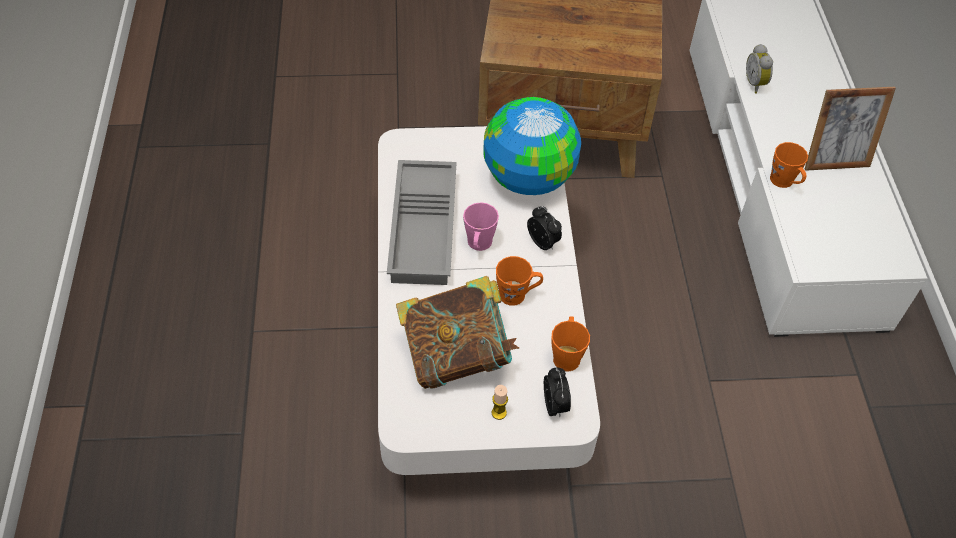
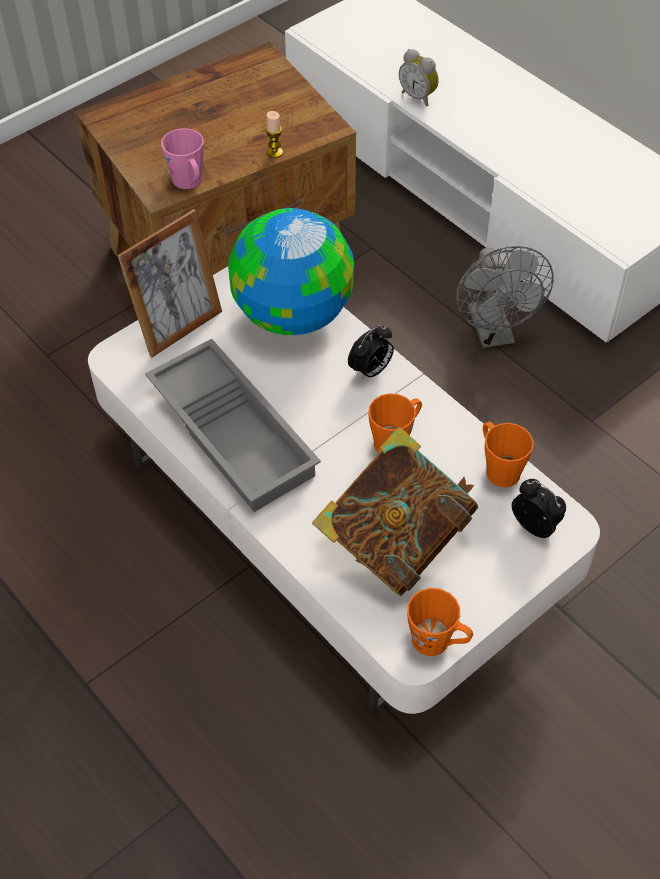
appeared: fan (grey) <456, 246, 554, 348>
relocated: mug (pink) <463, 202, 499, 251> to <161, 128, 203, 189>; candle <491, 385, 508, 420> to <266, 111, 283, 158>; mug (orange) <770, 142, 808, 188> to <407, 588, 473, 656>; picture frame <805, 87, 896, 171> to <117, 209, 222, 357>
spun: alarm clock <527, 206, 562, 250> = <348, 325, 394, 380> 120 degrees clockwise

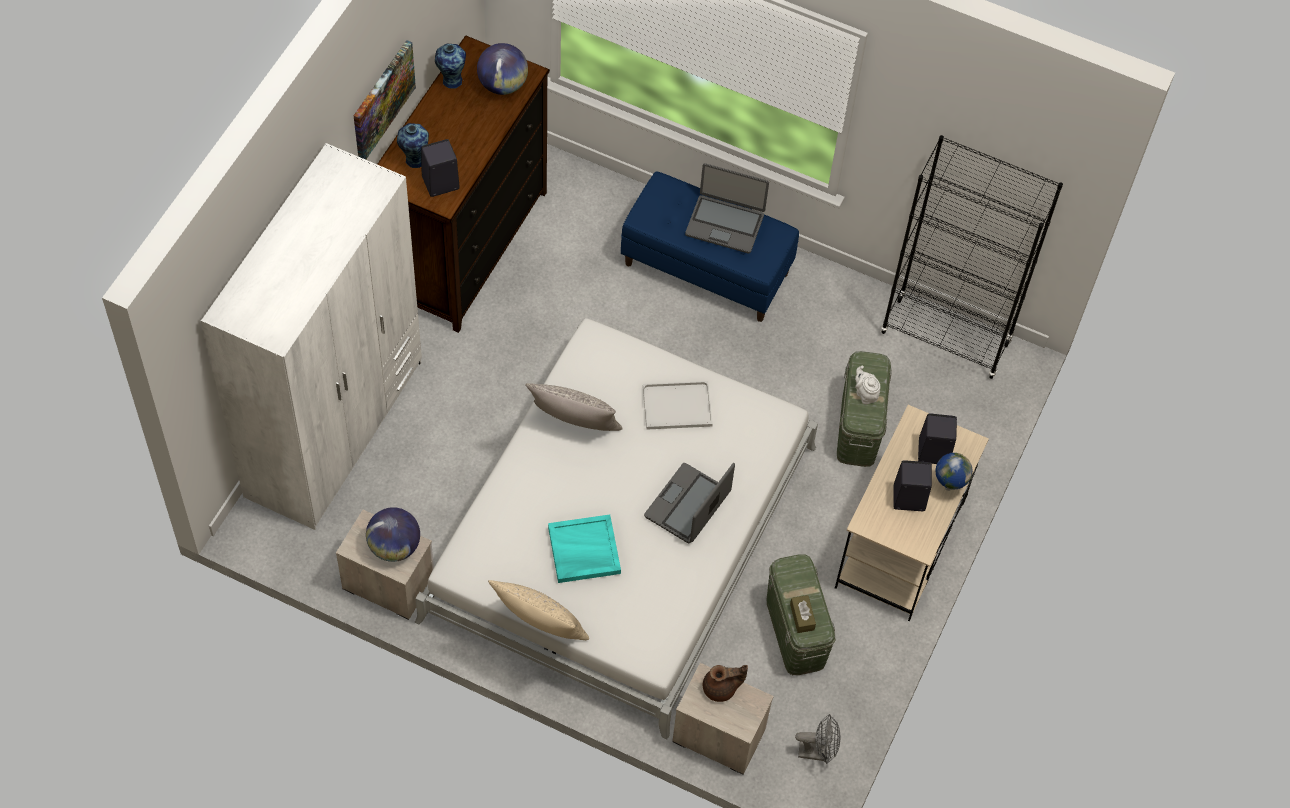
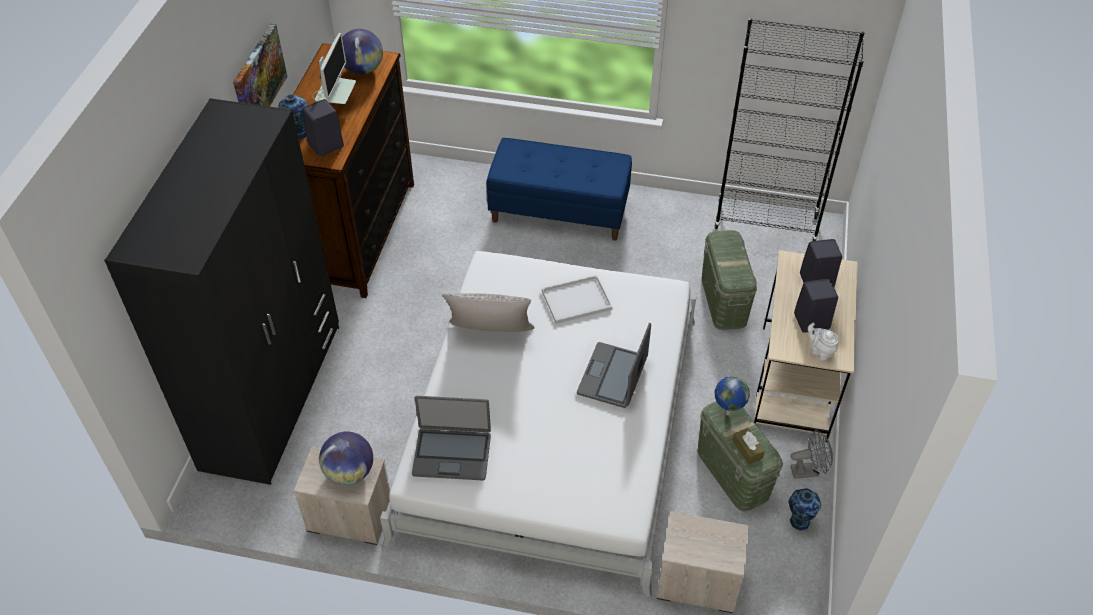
missing: pillow (beige) <488, 580, 589, 640>; tray (turquoise) <548, 514, 621, 583>; teapot (brown) <703, 665, 748, 702>
appeared: monitor <312, 33, 356, 104>
relocated: vase <435, 44, 466, 89> to <788, 488, 821, 530>; laptop <685, 163, 769, 254> to <412, 396, 491, 480>; fan (grey) <795, 714, 841, 764> to <790, 430, 833, 479>; teapot (white) <855, 366, 881, 404> to <808, 322, 839, 361>; globe <935, 453, 973, 491> to <715, 376, 750, 415>
colour: wardrobe (white) <201, 143, 422, 530> to wardrobe (black) <104, 98, 339, 485>

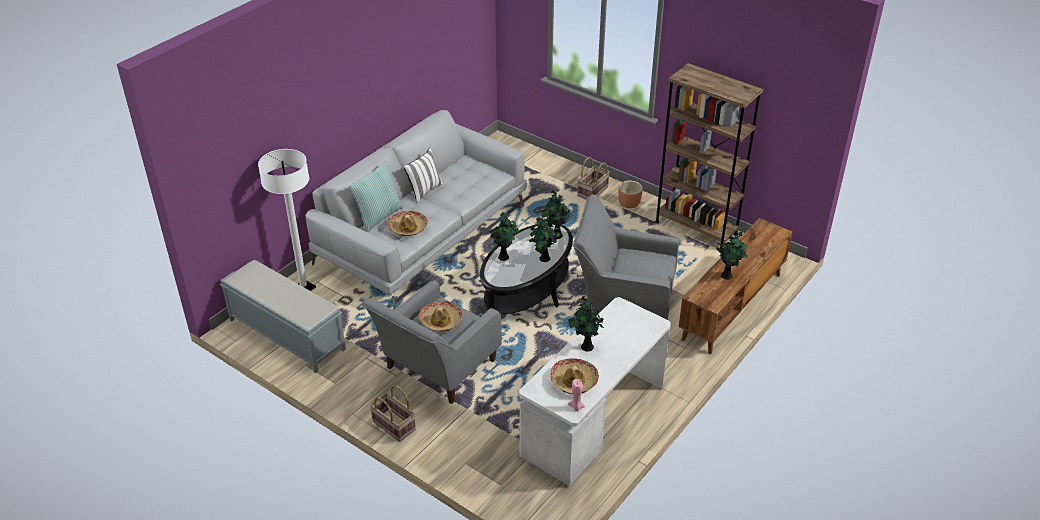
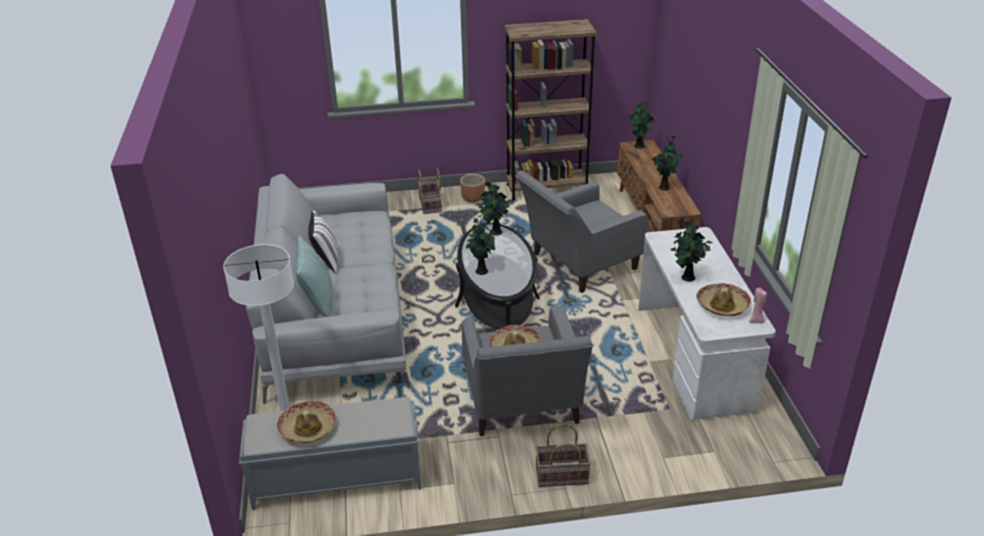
relocated: hat <387, 211, 428, 236> to <277, 401, 336, 443>; potted plant <529, 217, 561, 262> to <630, 102, 655, 149>

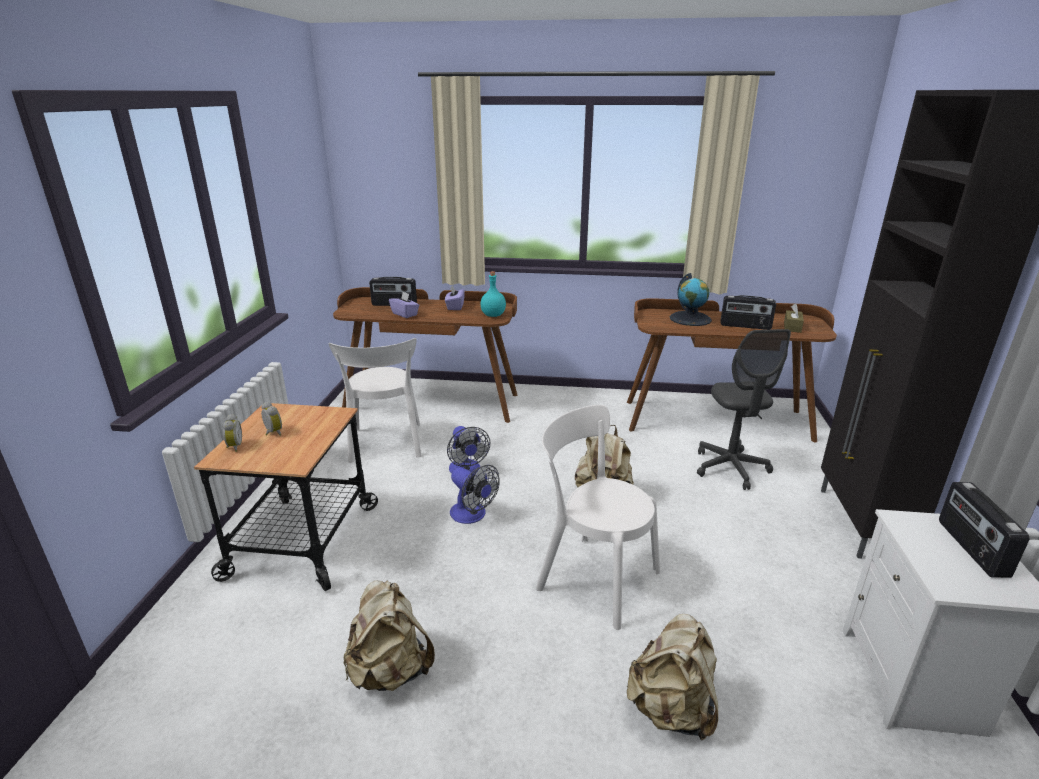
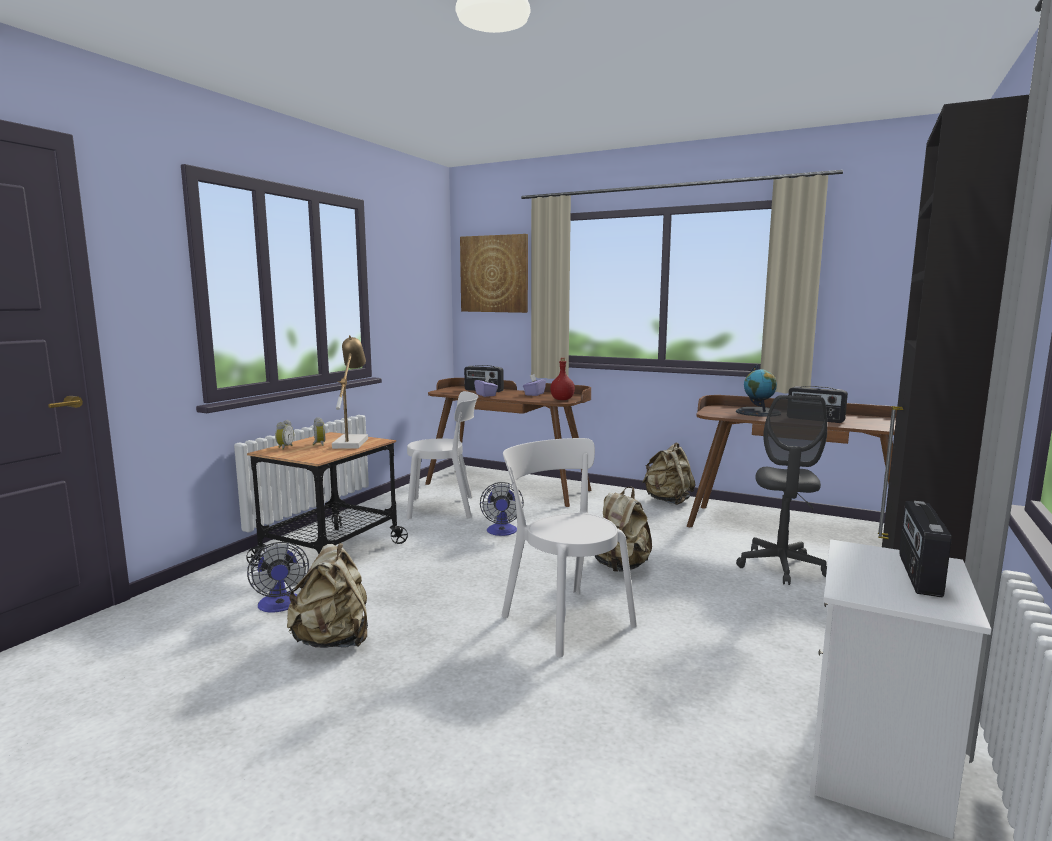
missing: tissue box (brown) <784, 303, 804, 333>
appeared: table lamp <332, 335, 368, 449>; picture <460, 234, 528, 313>
relocated: fan <450, 465, 500, 524> to <247, 542, 309, 613>; backpack (beige) <626, 614, 718, 741> to <642, 442, 696, 505>
colour: bottle (turquoise) <480, 271, 506, 317> to bottle (red) <550, 358, 575, 400>
spun: chair (white) <329, 338, 421, 463> = <406, 391, 478, 519> 105 degrees counterclockwise

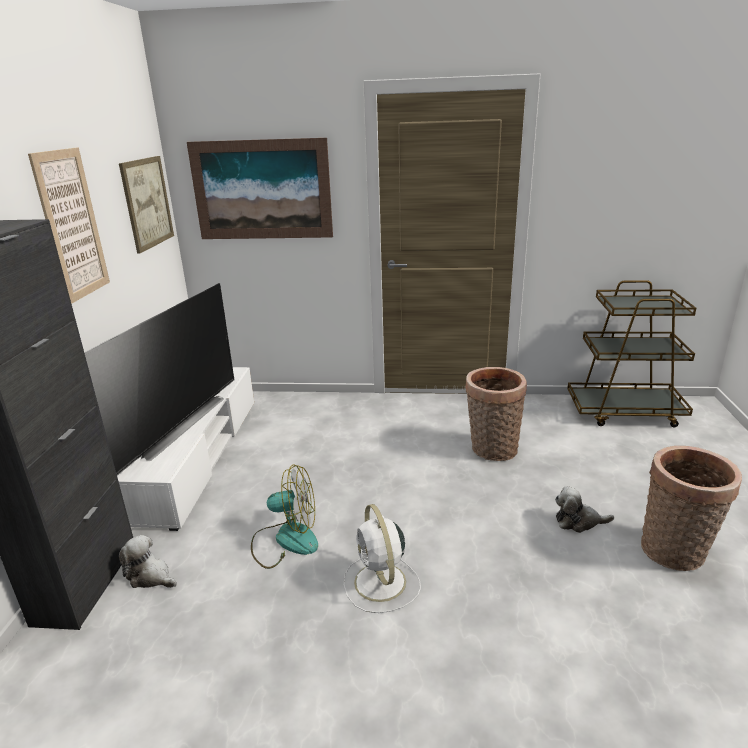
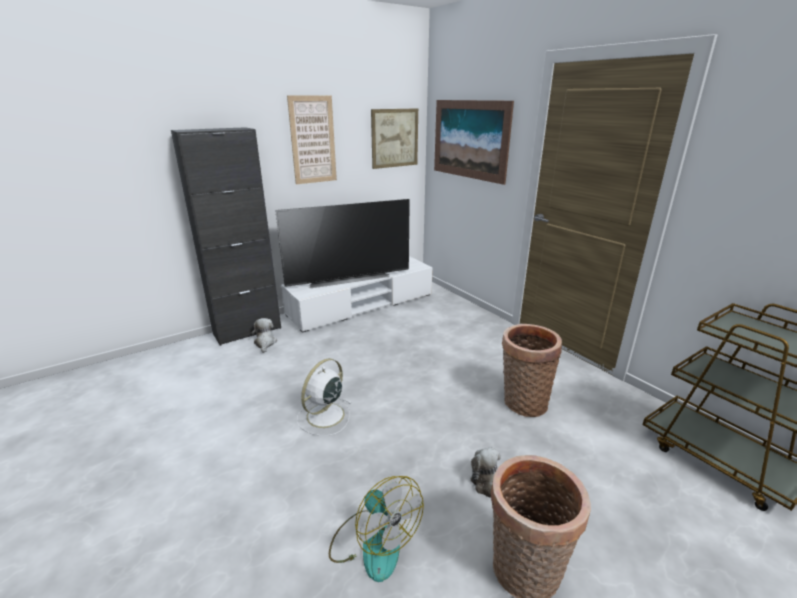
relocated: fan <251, 464, 318, 569> to <329, 476, 424, 582>

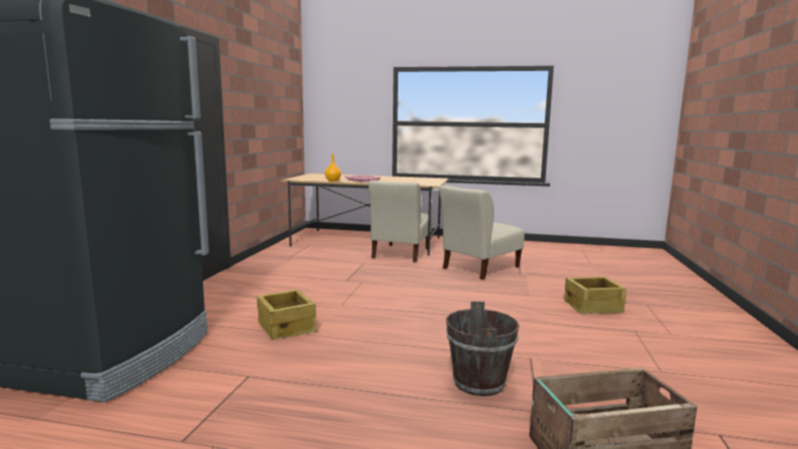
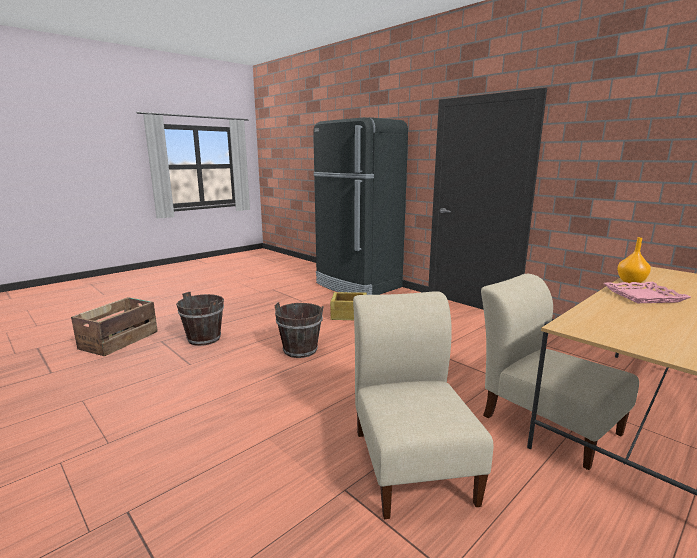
missing: crate <564, 277, 627, 314>
appeared: bucket (brown) <274, 302, 324, 358>

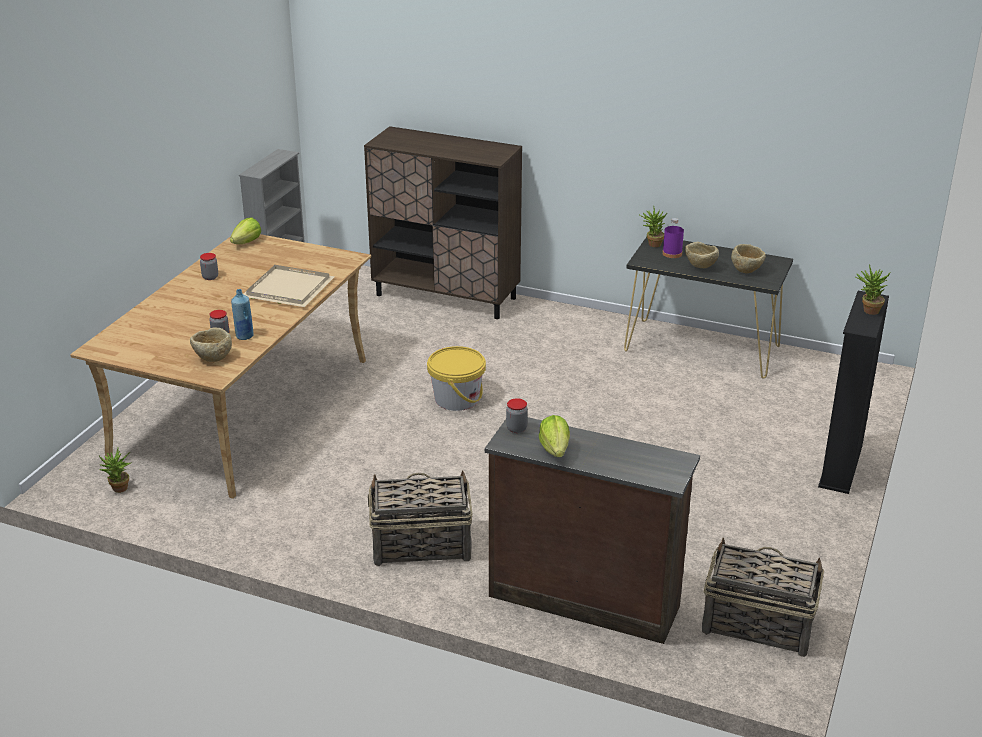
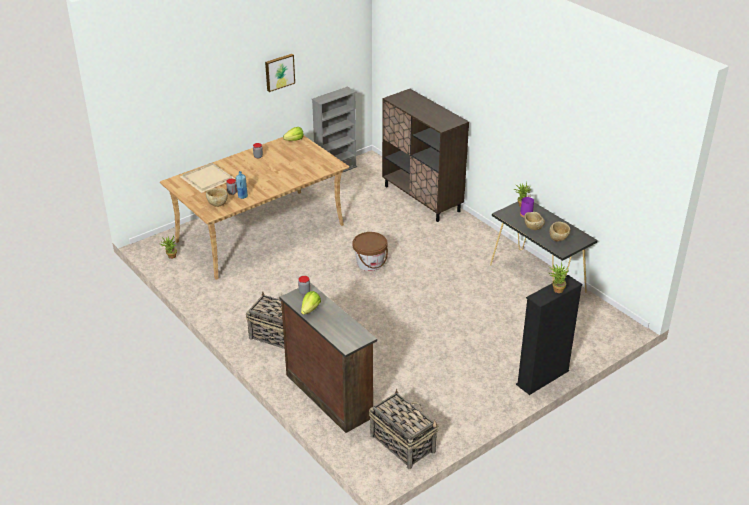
appeared: picture <265, 54, 295, 92>
relocated: tray (beige) <244, 265, 335, 307> to <180, 163, 235, 193>
colour: bucket (yellow) <427, 346, 486, 411> to bucket (brown) <353, 232, 388, 271>

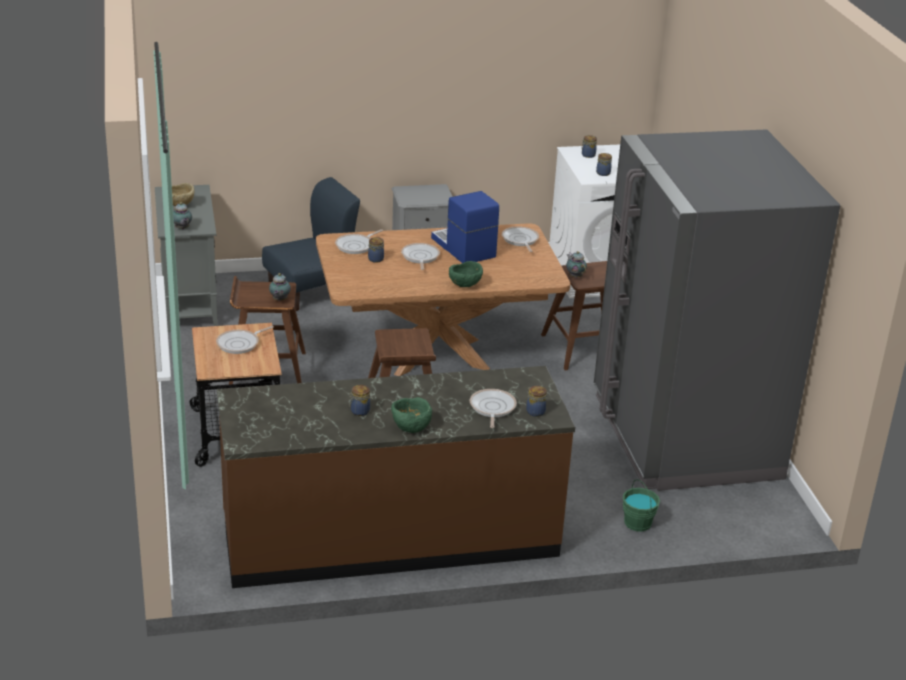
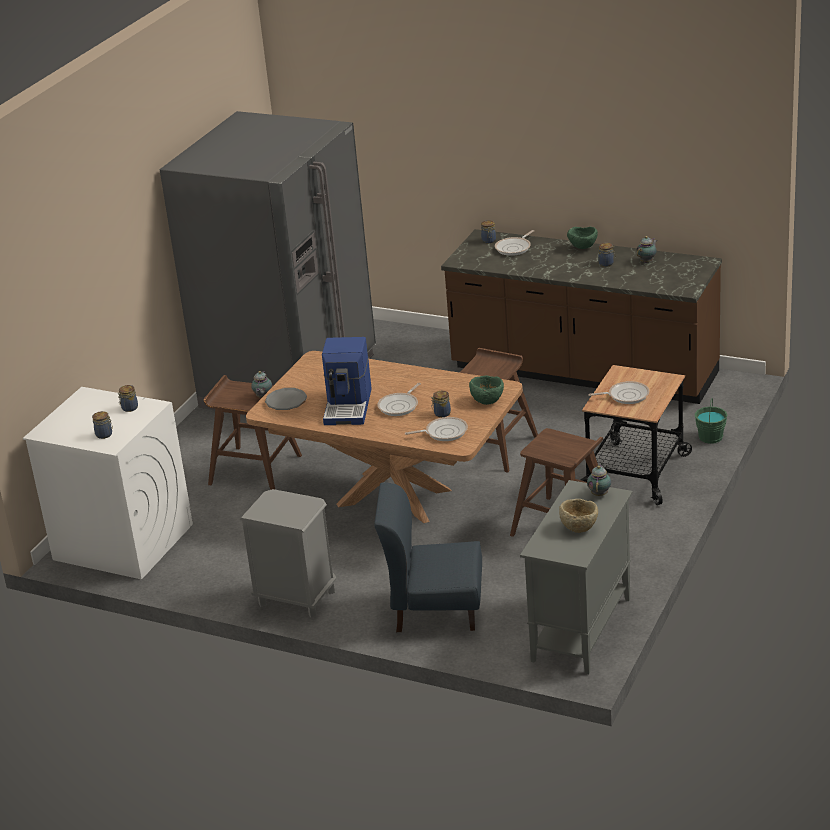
relocated: teapot <269, 273, 291, 301> to <637, 236, 657, 263>; bowl (green) <449, 261, 483, 287> to <469, 375, 504, 405>; bucket (green) <623, 479, 660, 532> to <695, 398, 727, 444>
exchanged: frying pan <502, 226, 539, 252> to plate (grey) <265, 388, 307, 410>

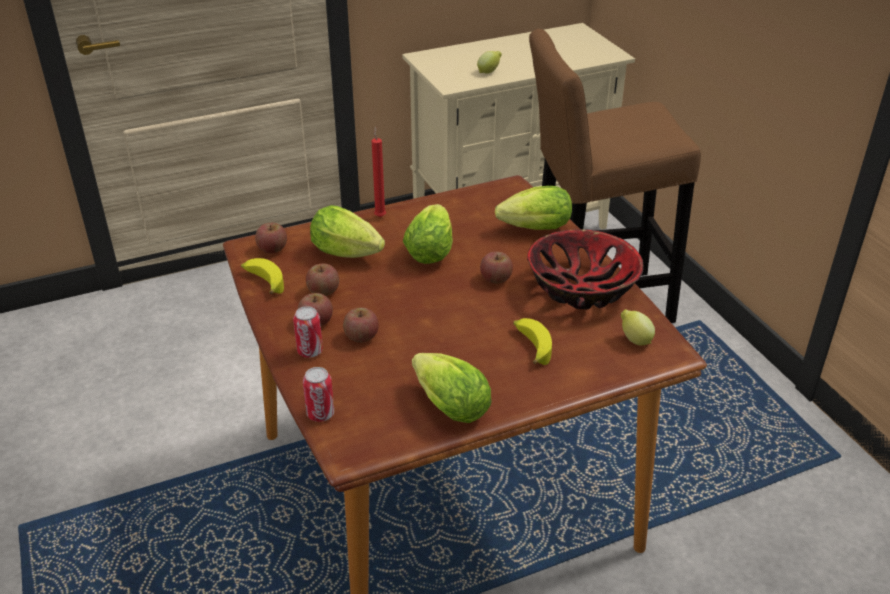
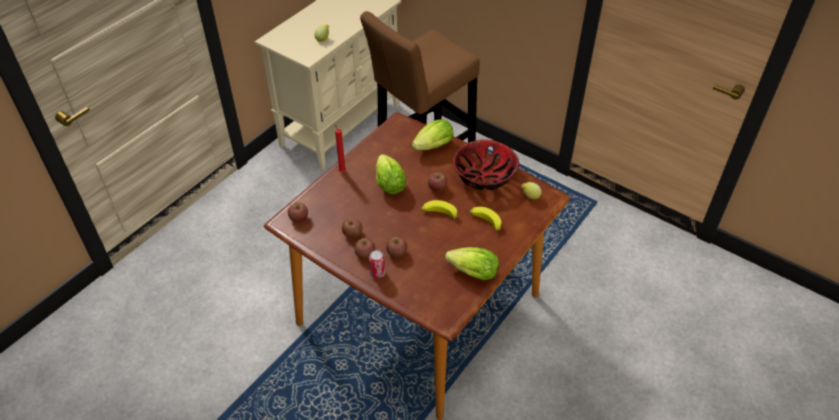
missing: can <303, 367, 334, 422>; lettuce <310, 205, 385, 258>
relocated: banana <241, 258, 284, 294> to <421, 200, 457, 219>

